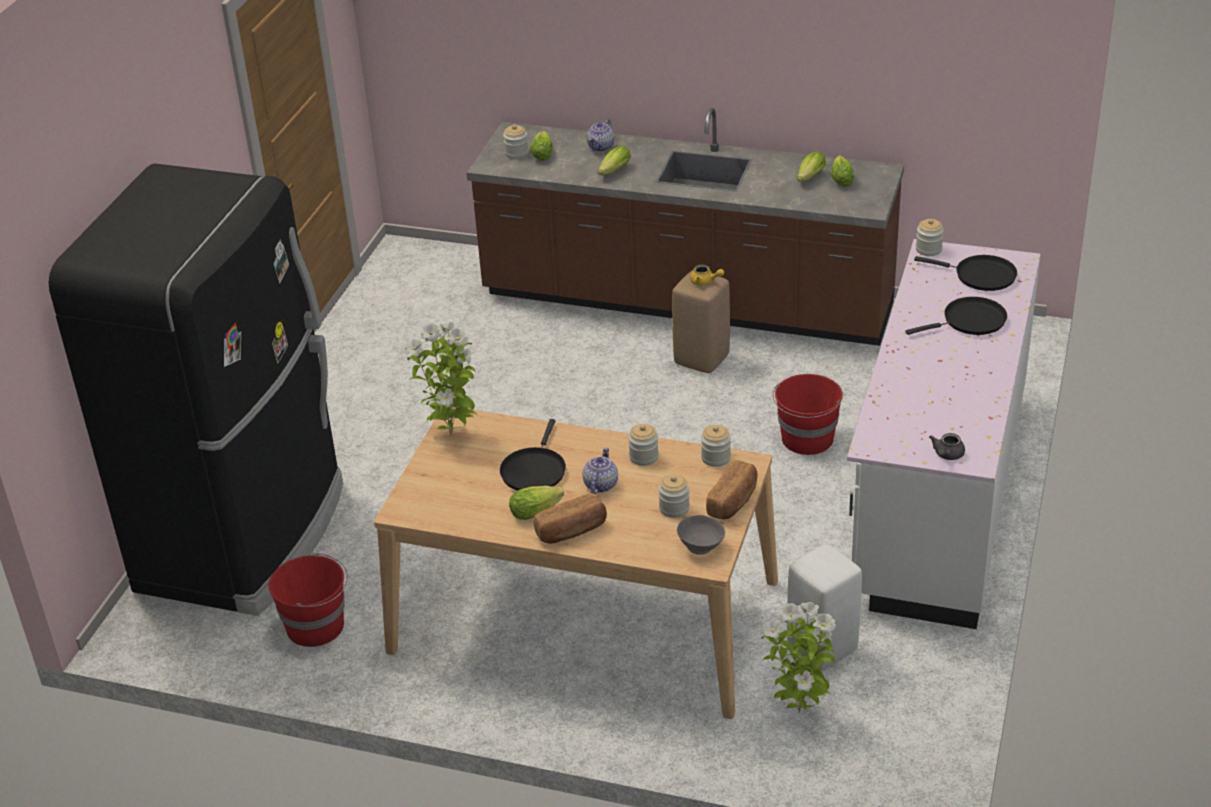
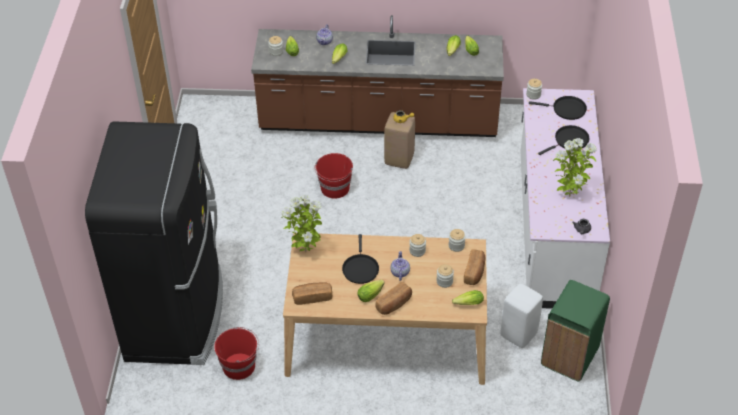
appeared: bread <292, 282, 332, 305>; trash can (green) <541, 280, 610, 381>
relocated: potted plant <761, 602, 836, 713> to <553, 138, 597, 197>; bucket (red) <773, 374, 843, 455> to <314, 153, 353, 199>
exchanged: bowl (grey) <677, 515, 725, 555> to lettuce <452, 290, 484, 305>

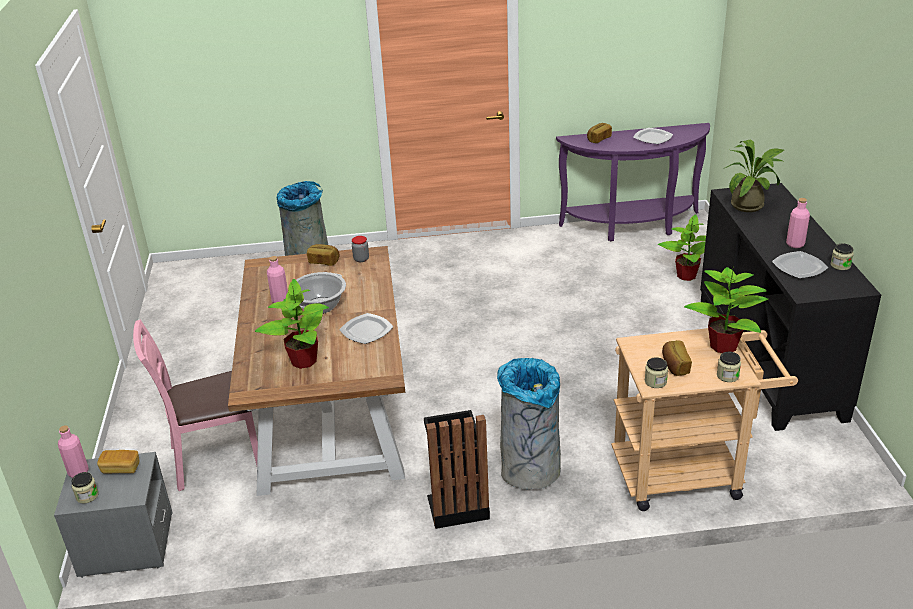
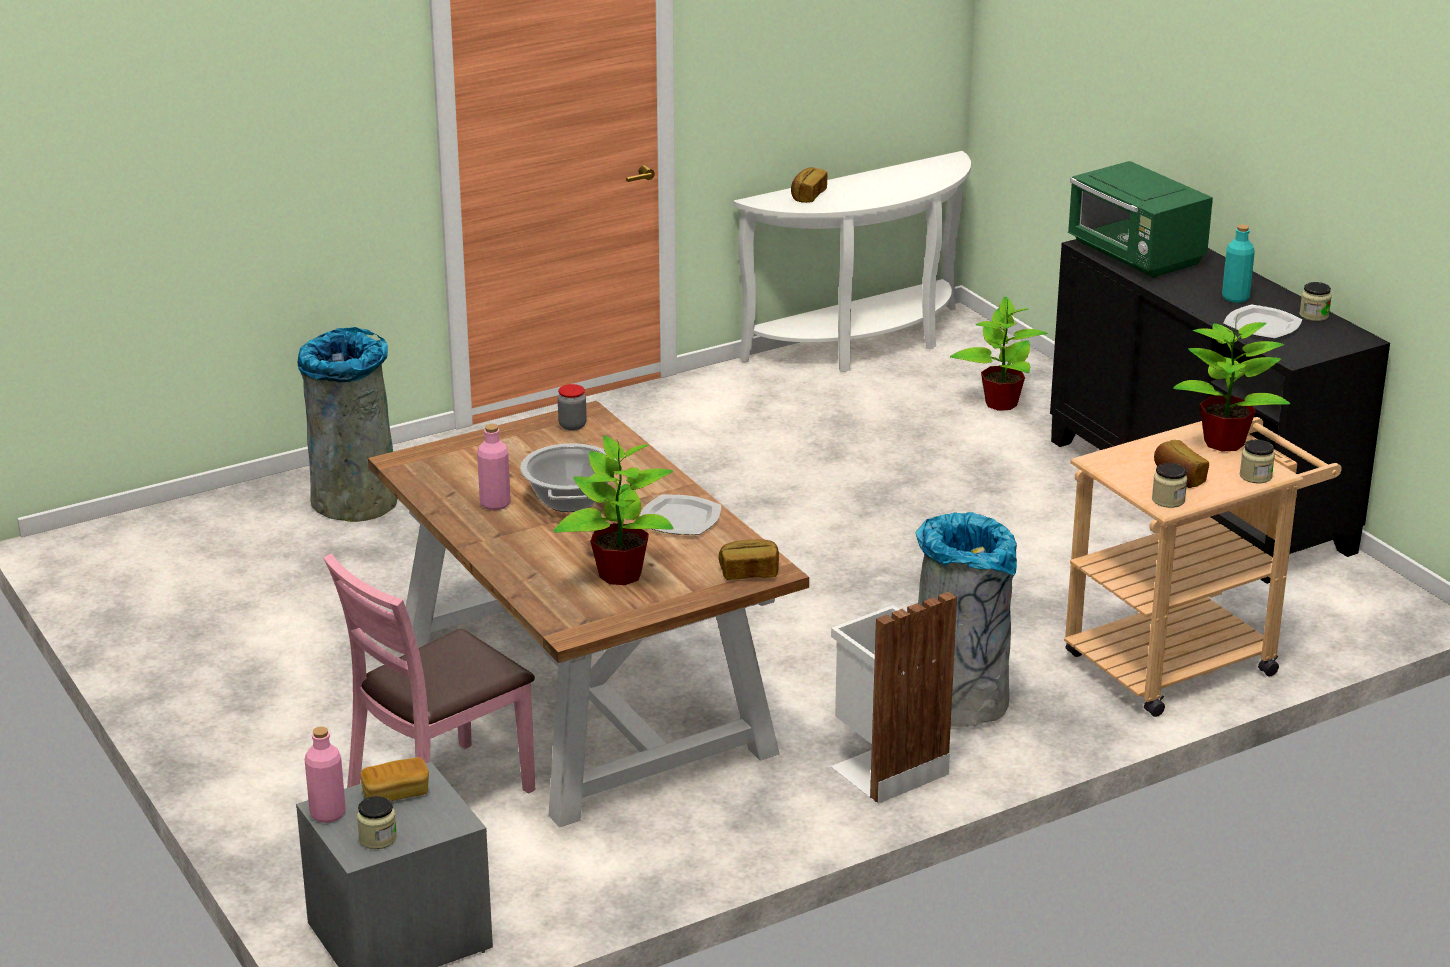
missing: plate <633, 128, 673, 144>
relocated: bread <307, 244, 339, 266> to <719, 539, 779, 580>
exchanged: potted plant <725, 140, 784, 212> to microwave (green) <1068, 161, 1213, 278>
colour: trash can (black) <424, 410, 490, 529> to trash can (white) <831, 592, 957, 804>; console table (purple) <556, 123, 710, 241> to console table (white) <733, 151, 971, 372>; bottle (pink) <786, 198, 810, 248> to bottle (turquoise) <1222, 224, 1255, 303>

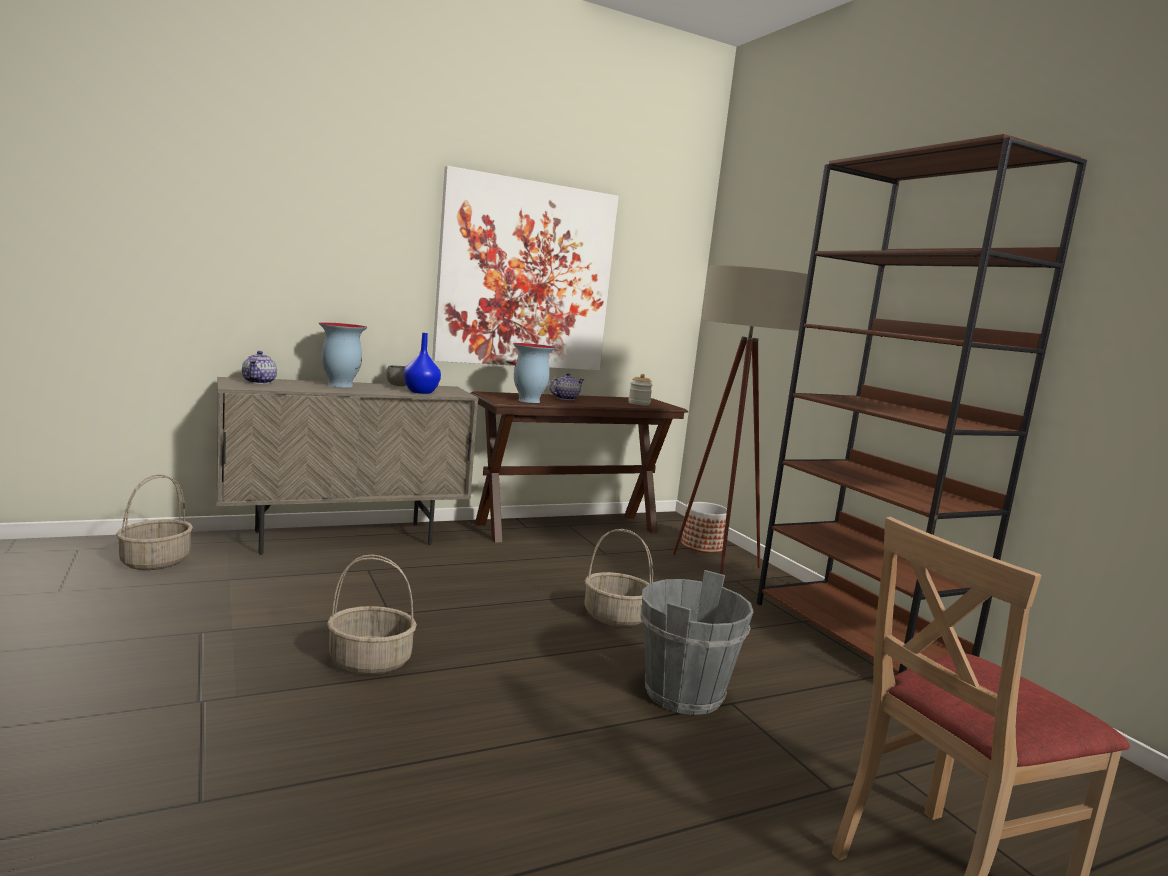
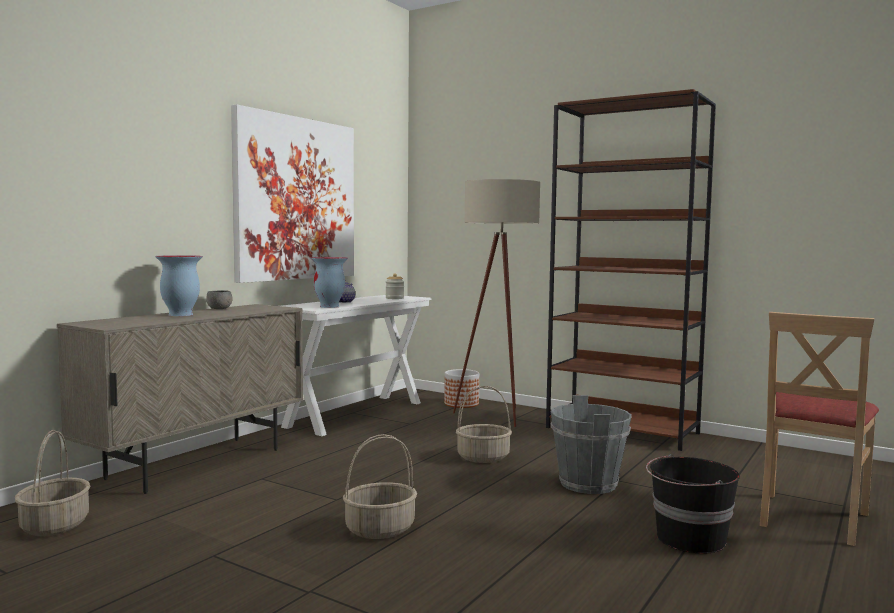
missing: teapot <242, 351, 277, 384>; vase (blue) <404, 333, 441, 394>
appeared: bucket (black) <646, 454, 740, 554>
colour: console table (brown) <471, 391, 688, 543> to console table (white) <281, 295, 432, 436>

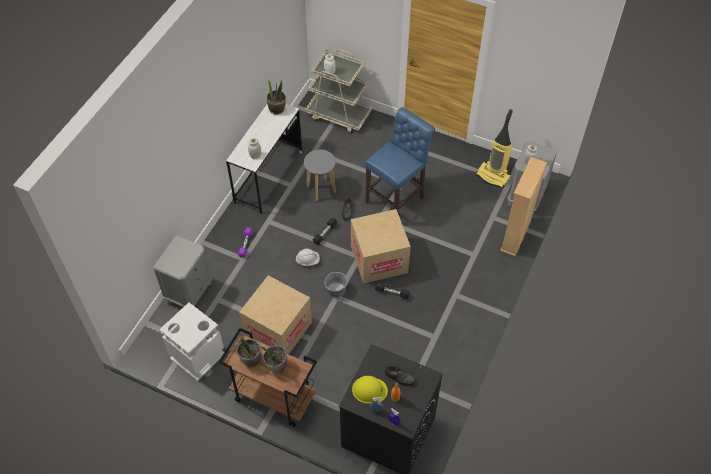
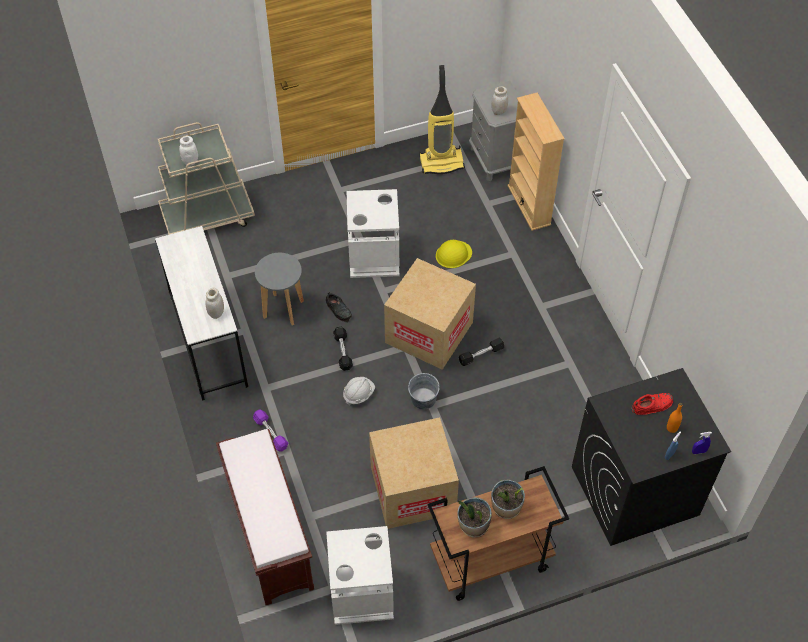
missing: potted plant <267, 80, 286, 115>
relocated: hard hat (yellow) <352, 376, 388, 404> to <436, 240, 472, 268>
exchanged: nightstand (grey) <153, 235, 212, 307> to bench (brown) <216, 429, 314, 605>; stool (blue) <365, 107, 435, 212> to trash can (white) <347, 189, 399, 278>
colour: shoe (black) <385, 366, 415, 387> to shoe (red) <631, 393, 673, 415>

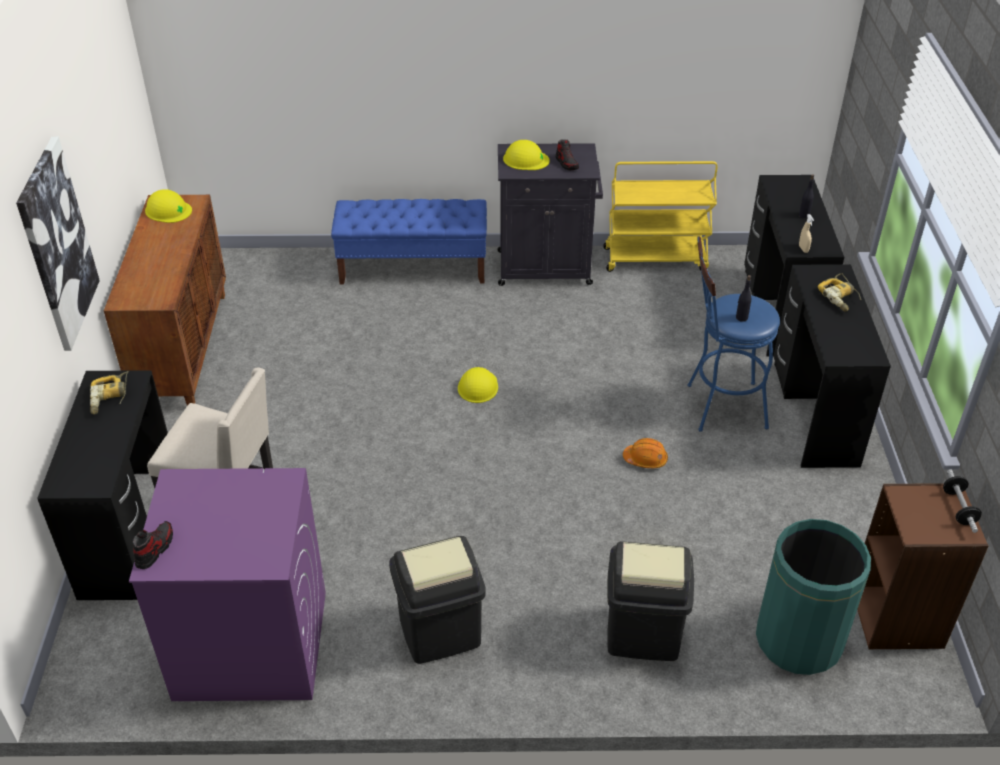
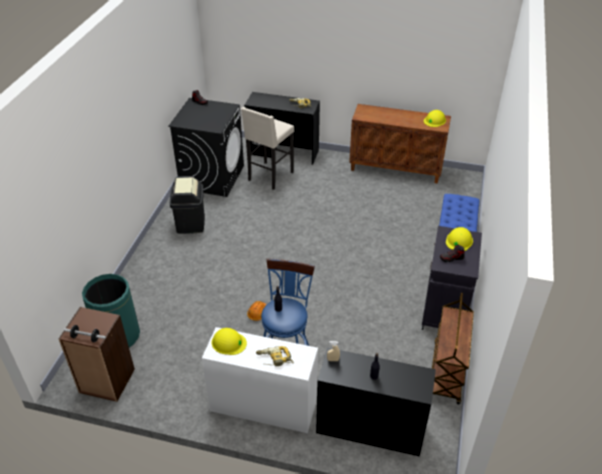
missing: picture <16, 137, 100, 351>; trash can (black) <607, 541, 694, 661>
relocated: hard hat (yellow) <458, 367, 498, 403> to <212, 328, 247, 355>
colour: washing machine (purple) <129, 468, 326, 701> to washing machine (black) <168, 98, 244, 197>; cart (yellow) <603, 161, 717, 272> to cart (brown) <432, 293, 474, 404>; desk (black) <773, 264, 891, 468> to desk (white) <202, 327, 318, 433>

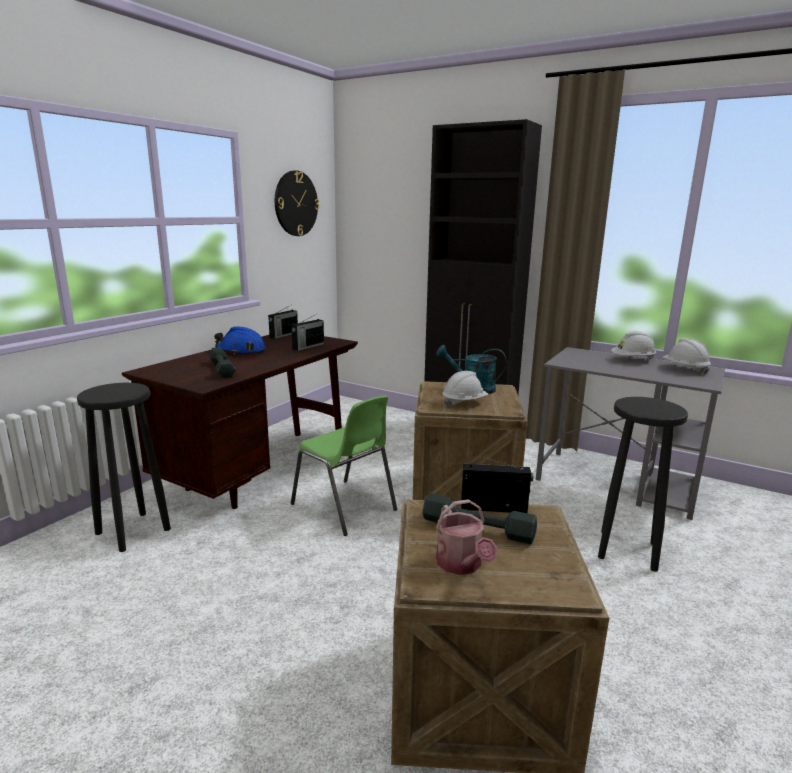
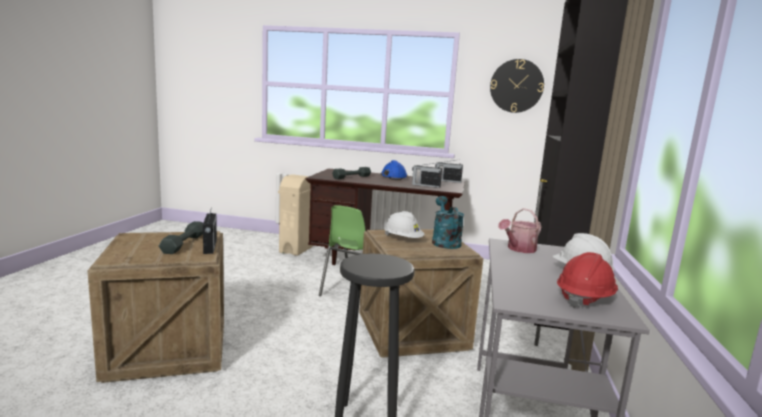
relocated: watering can <436, 499, 497, 575> to <498, 208, 542, 253>
exchanged: stool (black) <77, 383, 171, 552> to trash can (beige) <278, 174, 313, 256>
colour: hard hat (white) <663, 338, 711, 375> to hard hat (red) <557, 252, 618, 308>

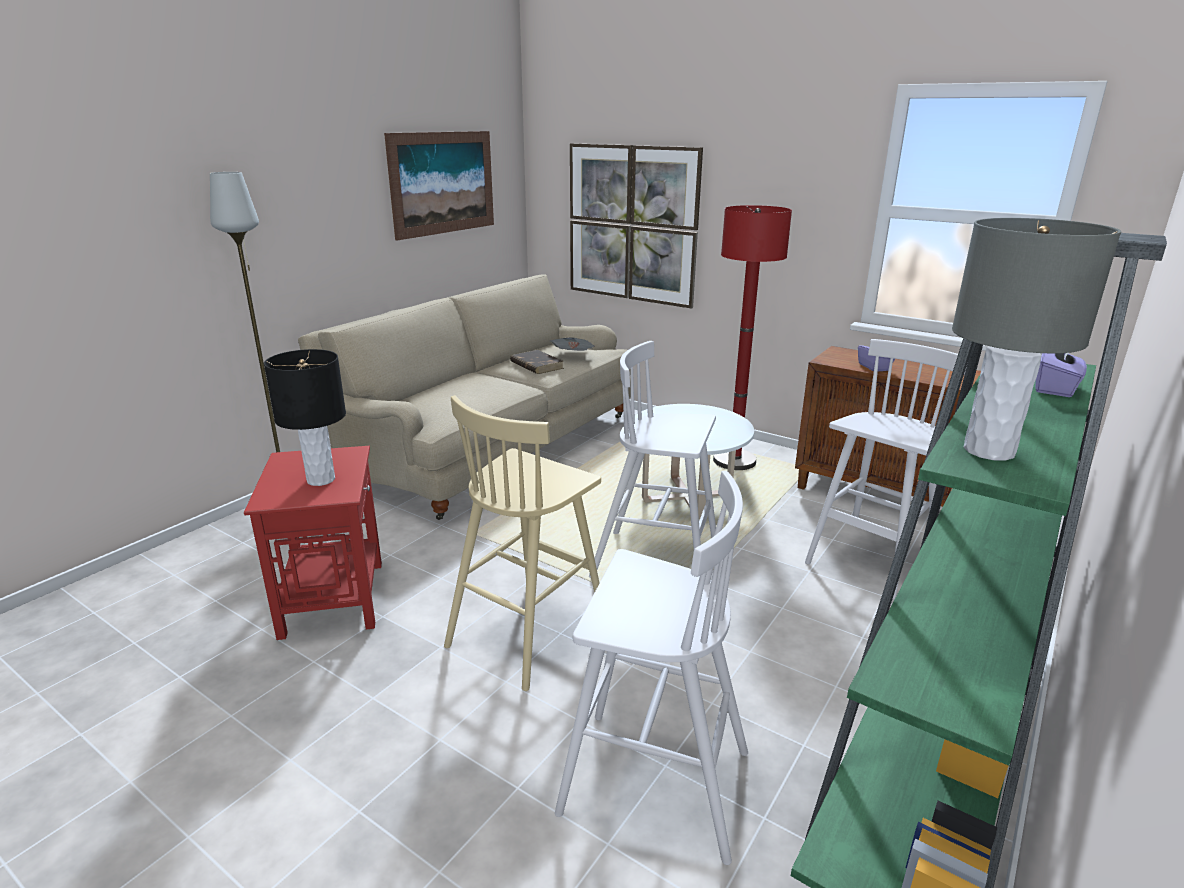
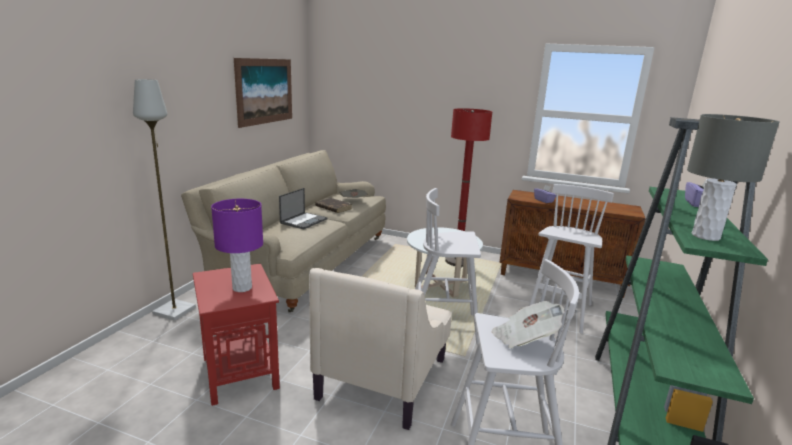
missing: picture <570, 143, 703, 309>
appeared: laptop <279, 188, 328, 230>; newspaper <492, 301, 565, 348>
exchanged: stool (beige) <444, 395, 601, 691> to armchair (beige) <309, 268, 452, 430>
colour: table lamp (black) <264, 349, 346, 486> to table lamp (purple) <211, 199, 263, 292>

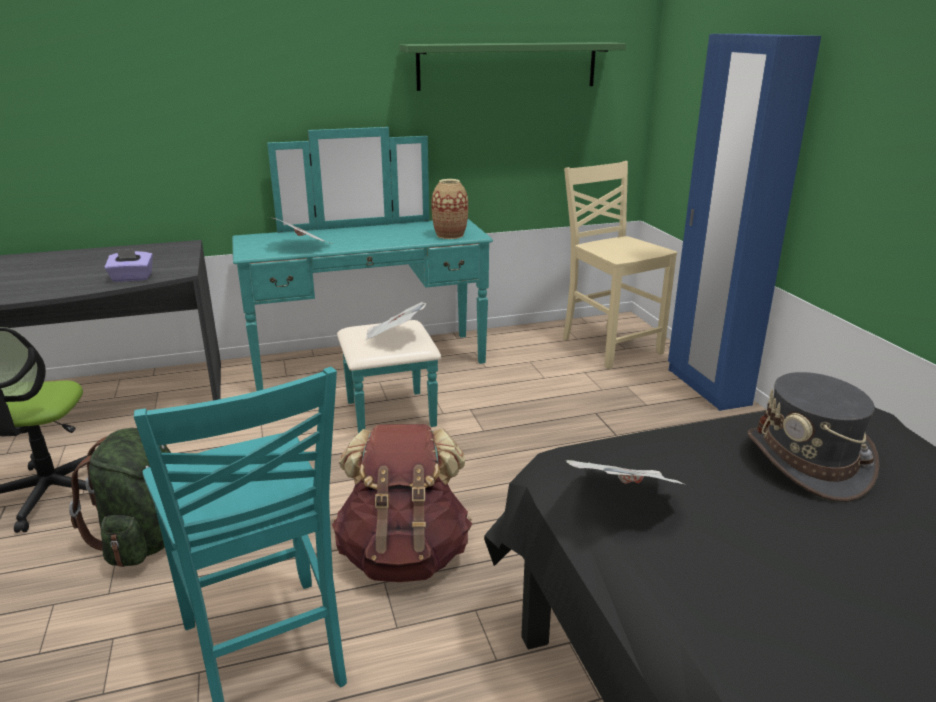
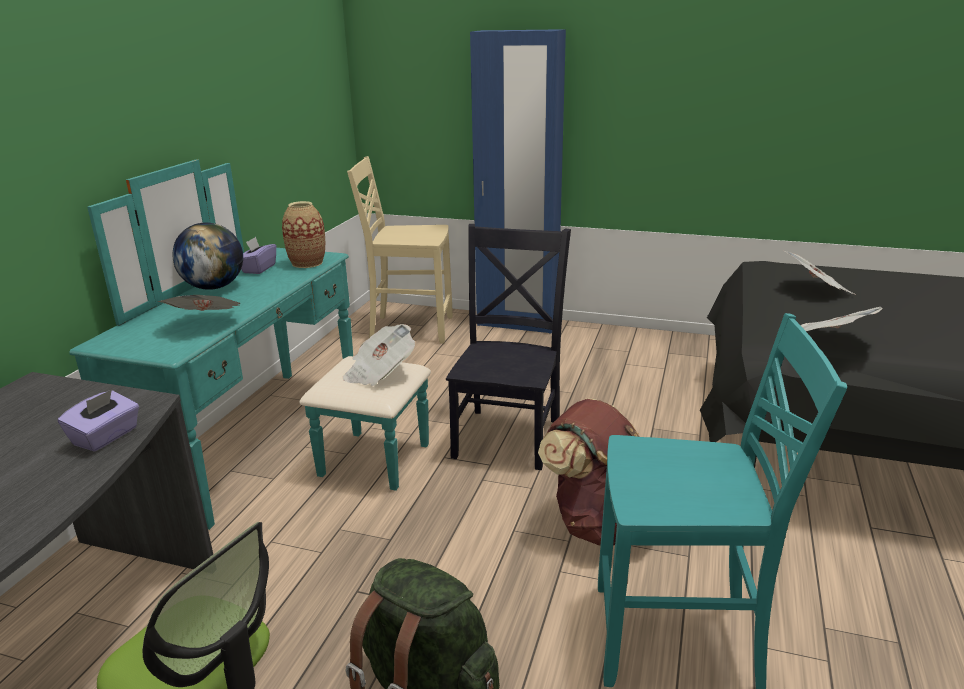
missing: shelf (green) <399, 42, 626, 91>
appeared: globe <173, 222, 243, 290>; tissue box (purple) <241, 237, 276, 274>; chair (black) <446, 224, 571, 470>
exchanged: hat (grey) <747, 372, 879, 502> to newspaper <784, 251, 854, 294>

